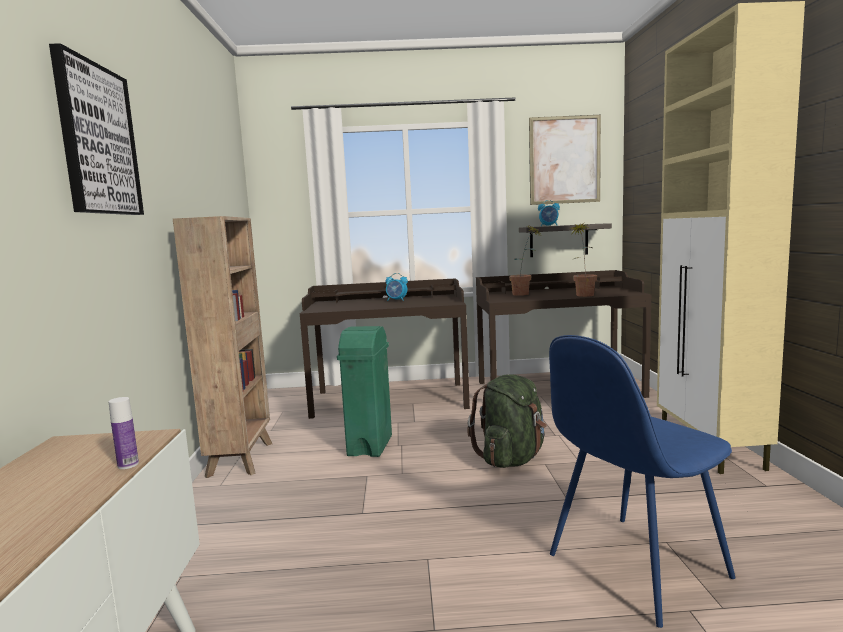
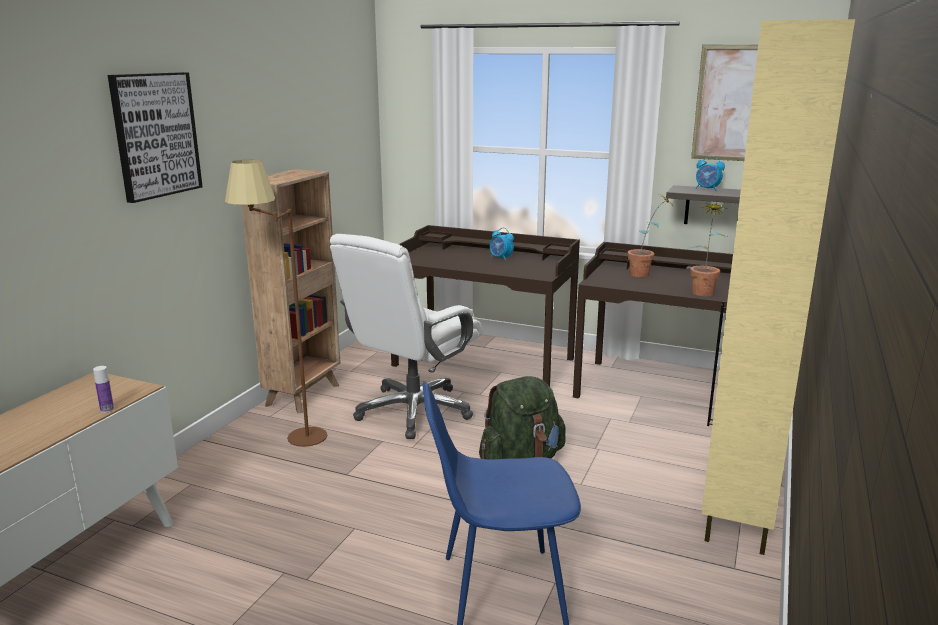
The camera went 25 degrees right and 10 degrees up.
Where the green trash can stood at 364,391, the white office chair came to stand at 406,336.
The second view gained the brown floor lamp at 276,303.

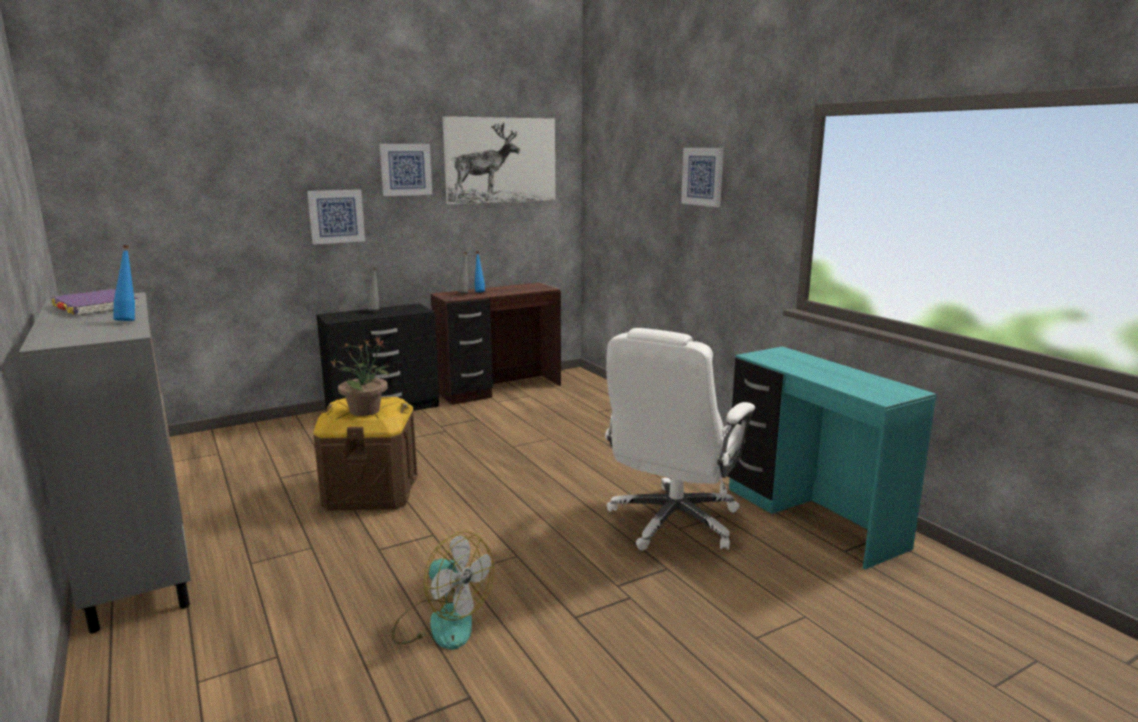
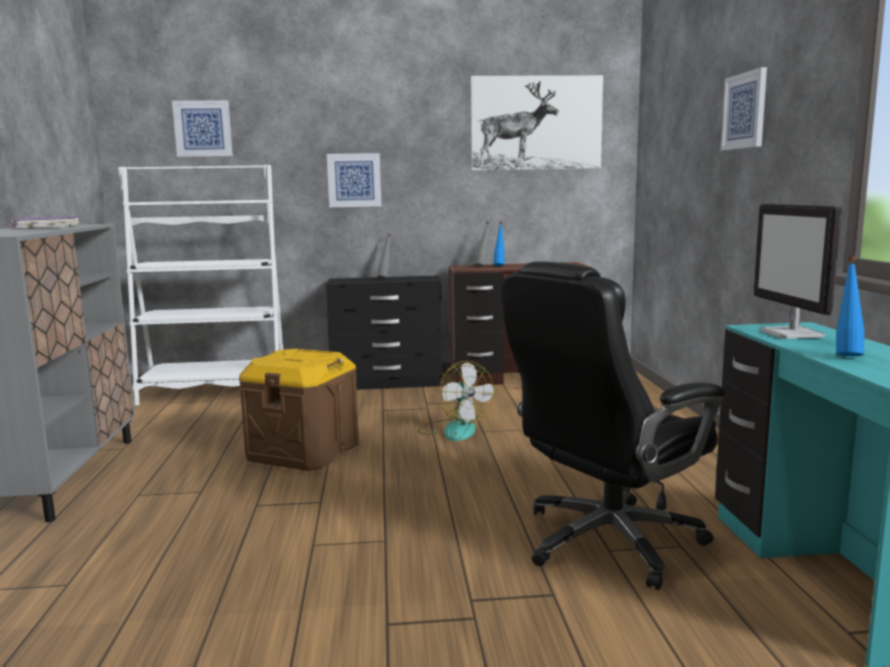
The camera went 25 degrees right and 5 degrees down.
The picture ended up elsewhere, having gone from 406,170 to 202,128.
The blue bottle ended up elsewhere, having gone from 124,283 to 850,306.
What was the white office chair at 680,439 turned into the black office chair at 614,425.
The second view lost the potted plant at 360,376.
The fan ended up elsewhere, having gone from 443,590 to 456,401.
The second view gained the white bookcase at 200,285.
The second view gained the monitor at 798,271.

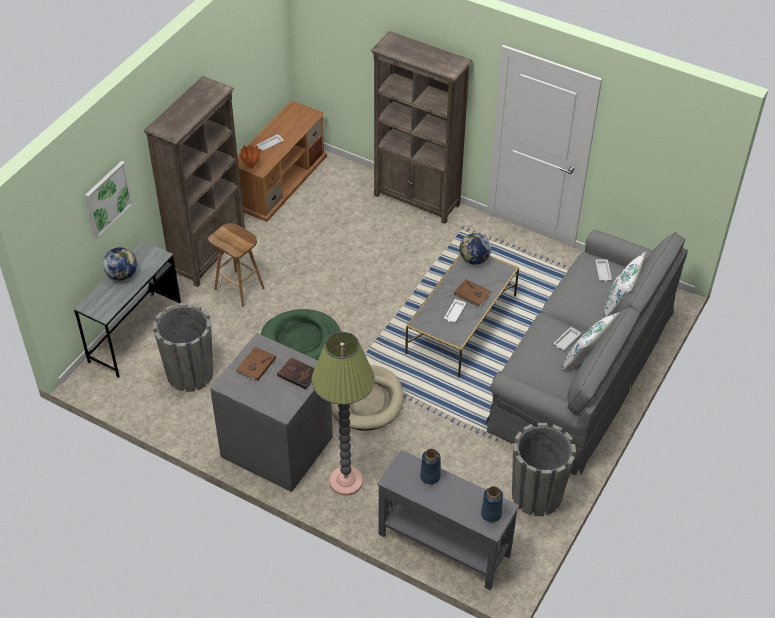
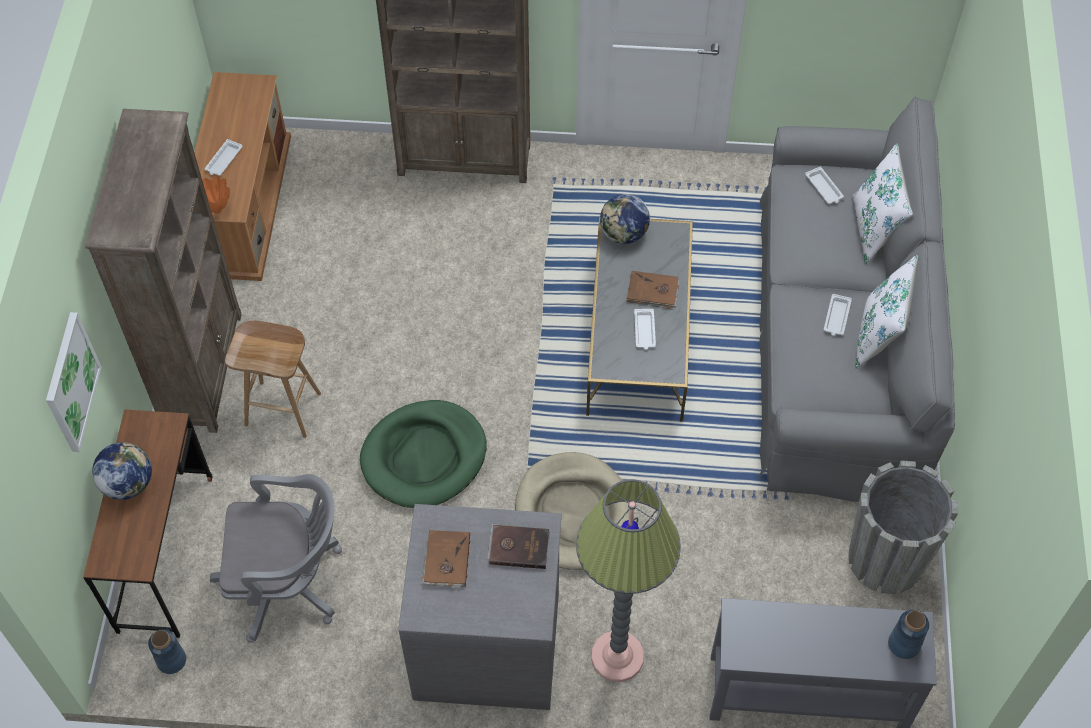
The camera went 25 degrees left and 10 degrees up.
What was the grey desk at 127,308 turned into the brown desk at 147,523.
Where the grey planter stood at 183,347, the grey office chair came to stand at 276,558.
The blue vase ended up elsewhere, having gone from 430,466 to 167,651.

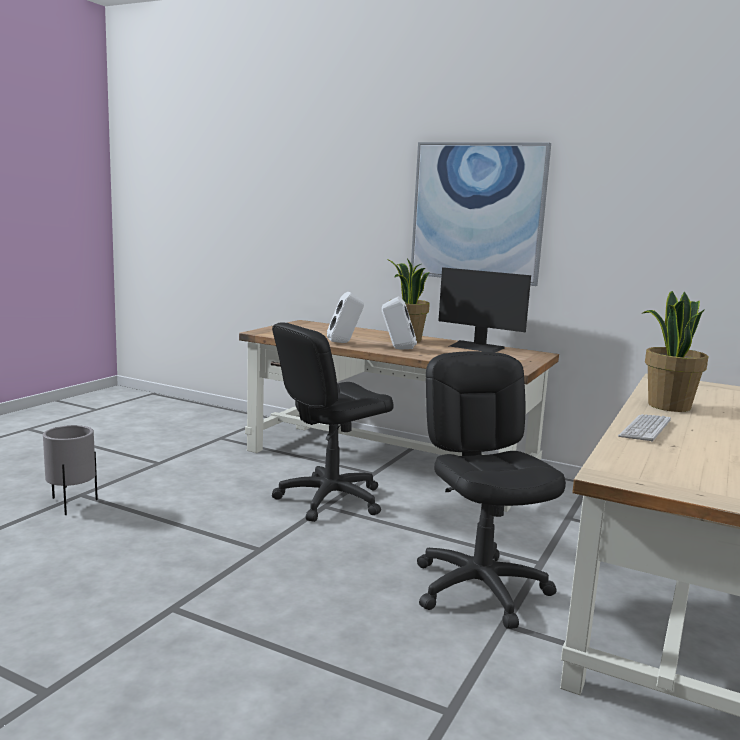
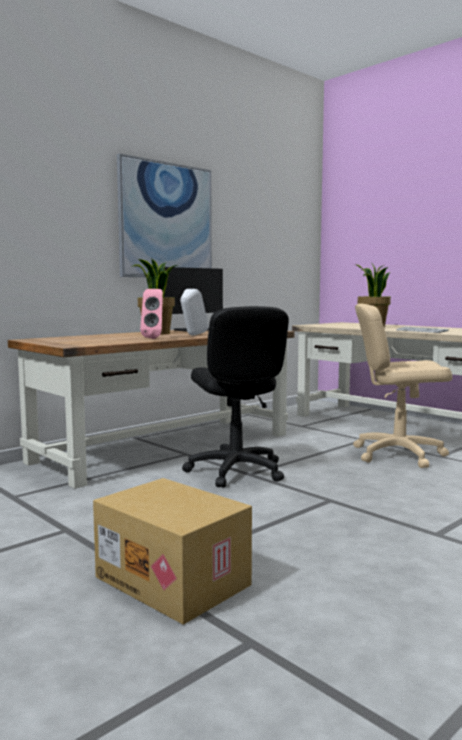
The camera went 70 degrees left and 5 degrees down.
What was the white speaker at 345,317 turned into the pink speaker at 151,314.
What was the black office chair at 491,490 turned into the beige office chair at 402,385.
Where the grey planter stood at 70,470, the cardboard box came to stand at 172,551.

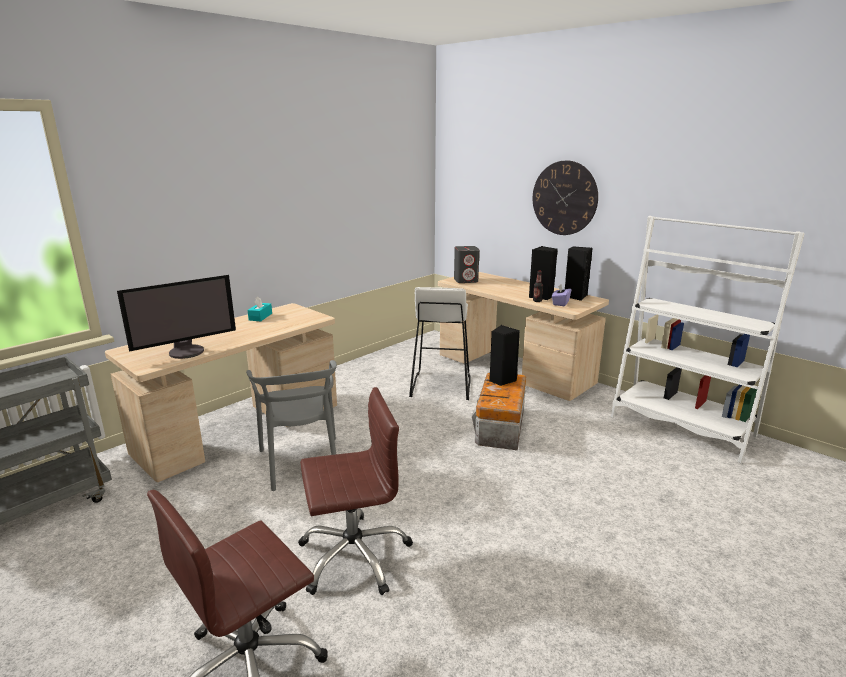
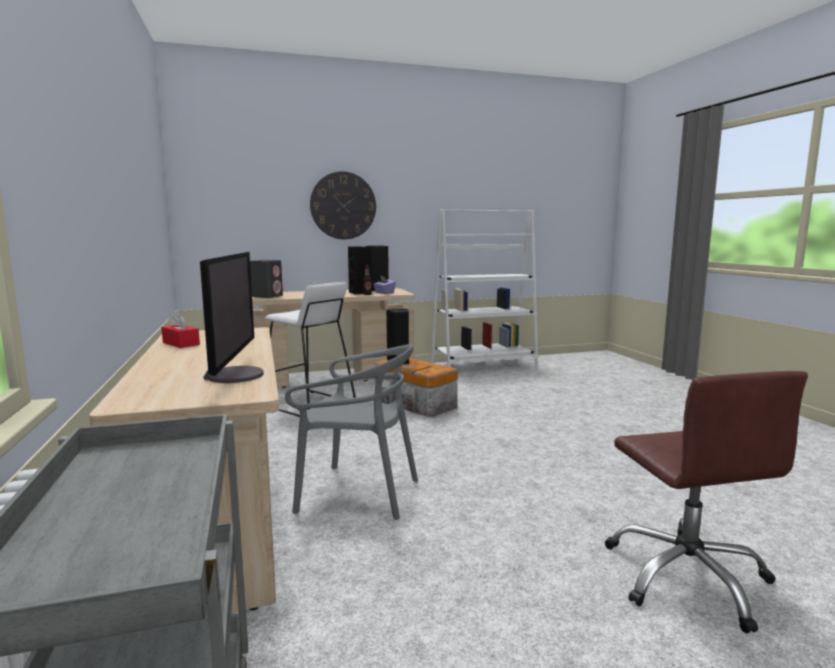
The camera went 60 degrees left and 10 degrees down.
What was the turquoise tissue box at 259,308 turned into the red tissue box at 180,330.
The second view lost the brown office chair at 355,491.

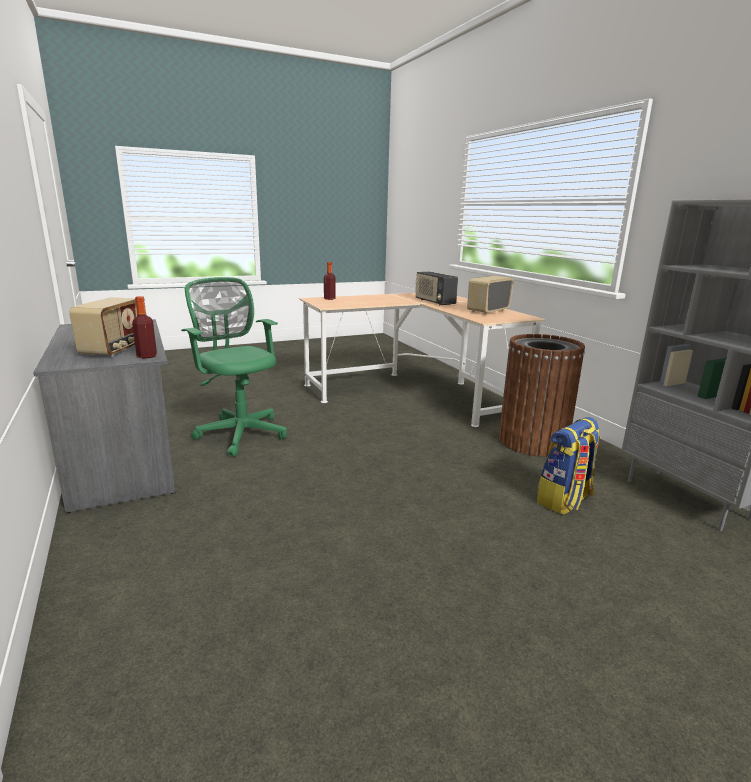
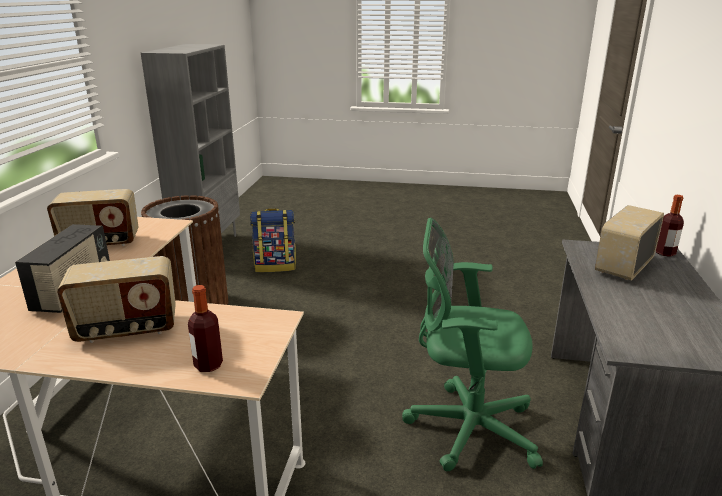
The camera went 145 degrees left and 5 degrees up.
The green office chair at 234,367 ended up facing another way, 105 degrees clockwise from before.
The bottle ended up elsewhere, having gone from 144,327 to 670,226.
The second view gained the radio at 116,299.

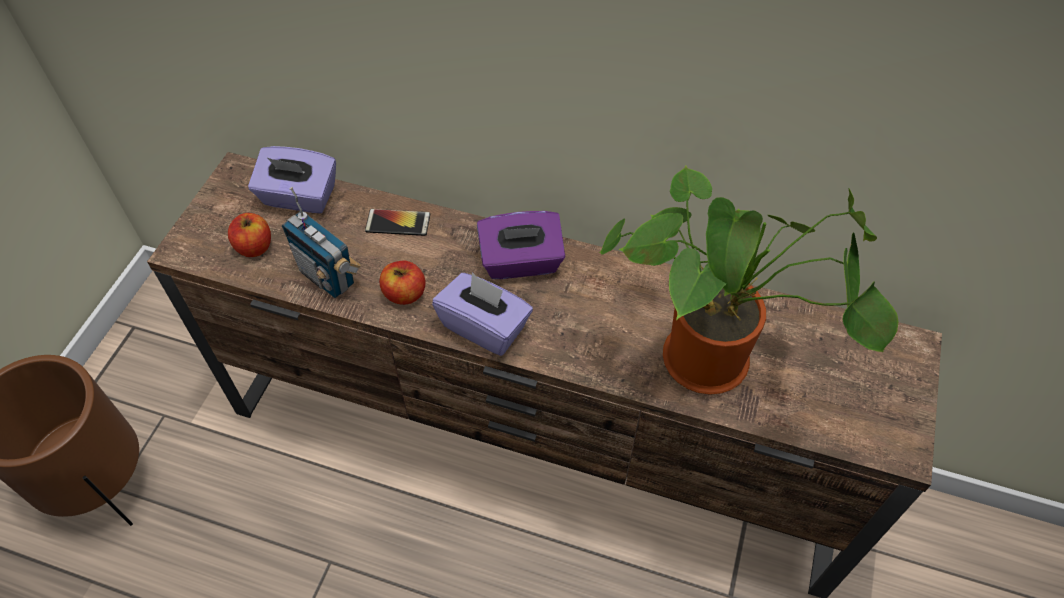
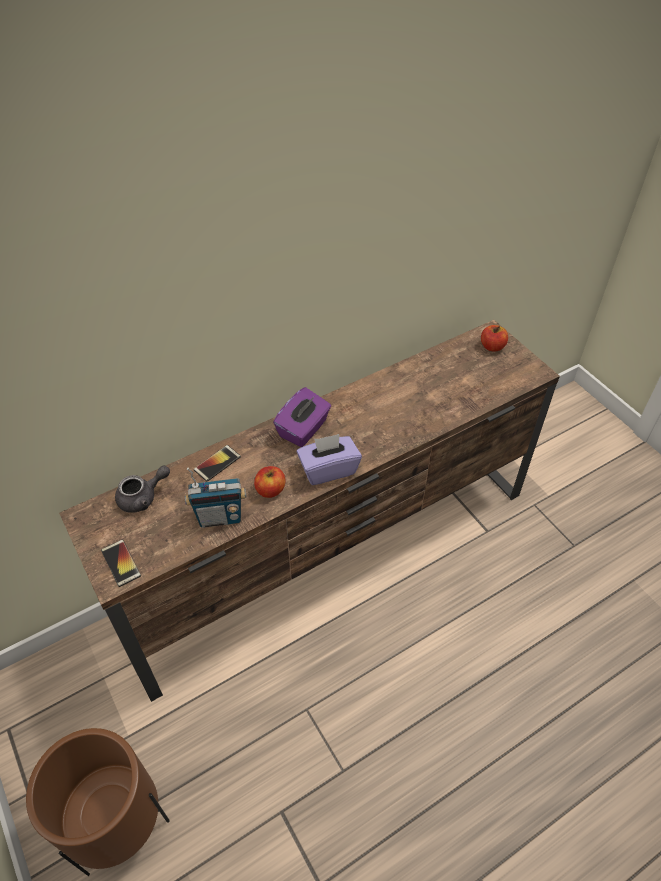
The camera went 50 degrees left and 5 degrees down.
Where the purple tissue box stood at 292,179, the grey teapot came to stand at 142,489.
The second view lost the potted plant at 749,280.
The apple ended up elsewhere, having gone from 249,235 to 494,338.
The second view gained the phone at 121,563.

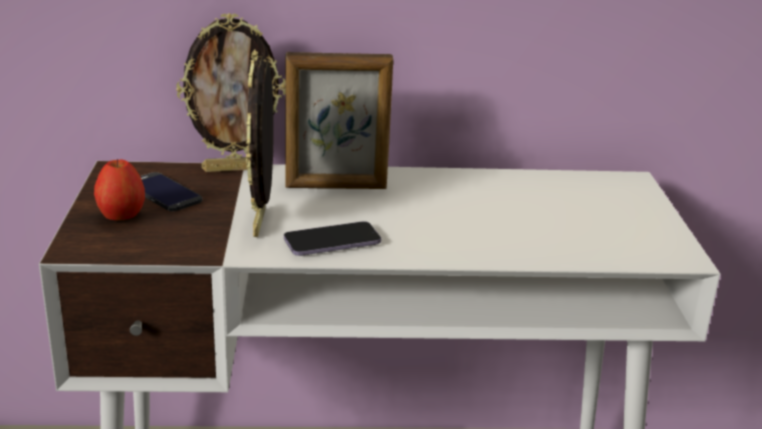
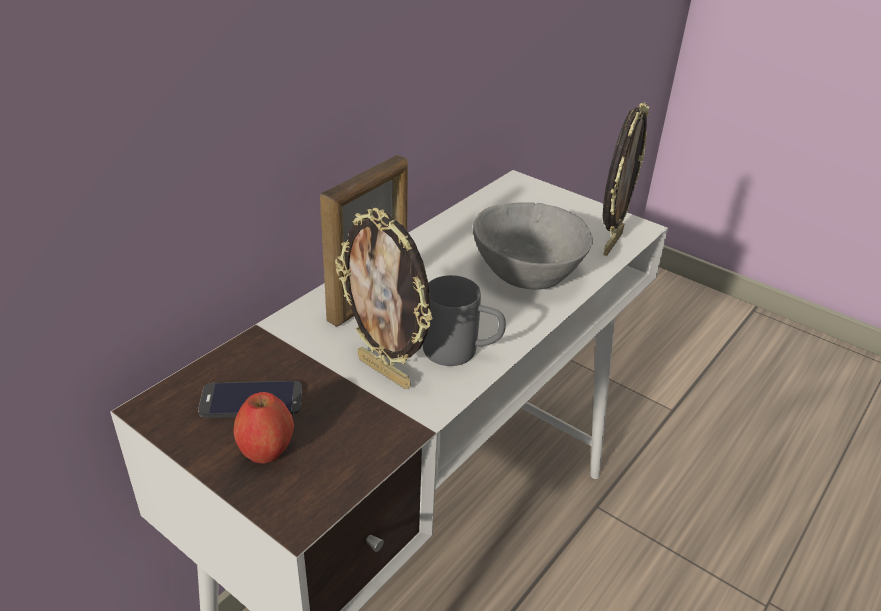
The camera went 50 degrees left and 10 degrees up.
The picture frame ended up elsewhere, having gone from 231,92 to 626,179.
Where the phone stood at 332,238, the grey mug came to stand at 464,320.
The second view gained the grey bowl at 533,246.

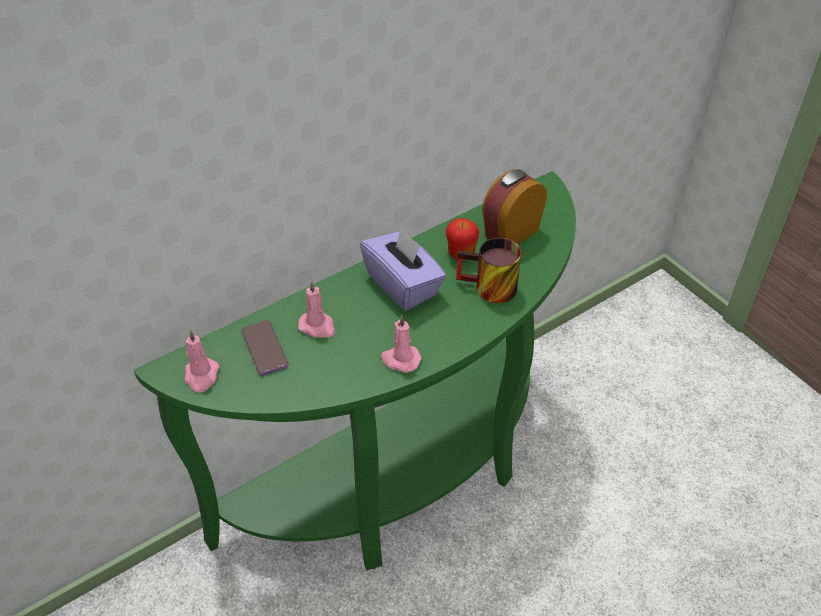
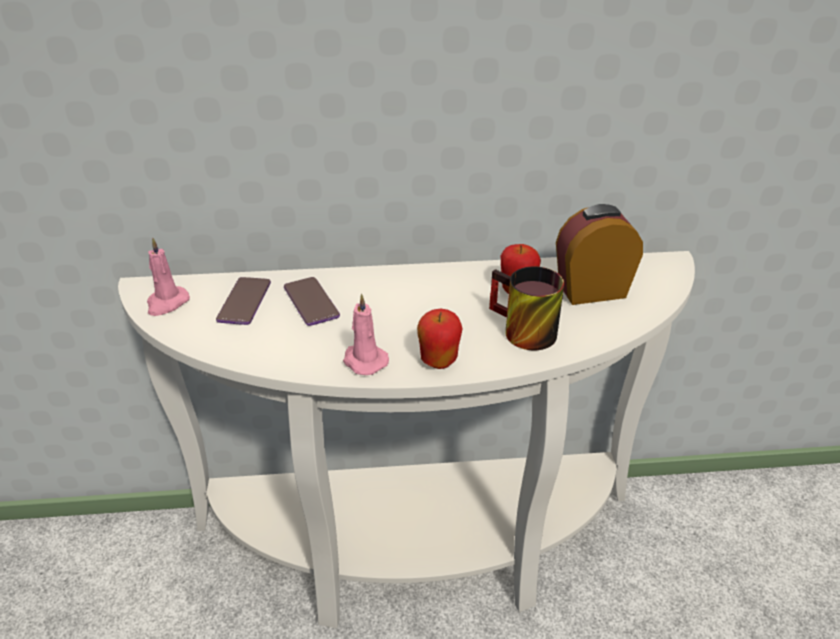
The camera went 30 degrees right and 10 degrees down.
What was the green console table at 355,370 turned into the white console table at 406,439.
The second view lost the purple tissue box at 403,269.
Where the pink candle stood at 316,309, the phone came to stand at 312,301.
The second view gained the apple at 440,338.

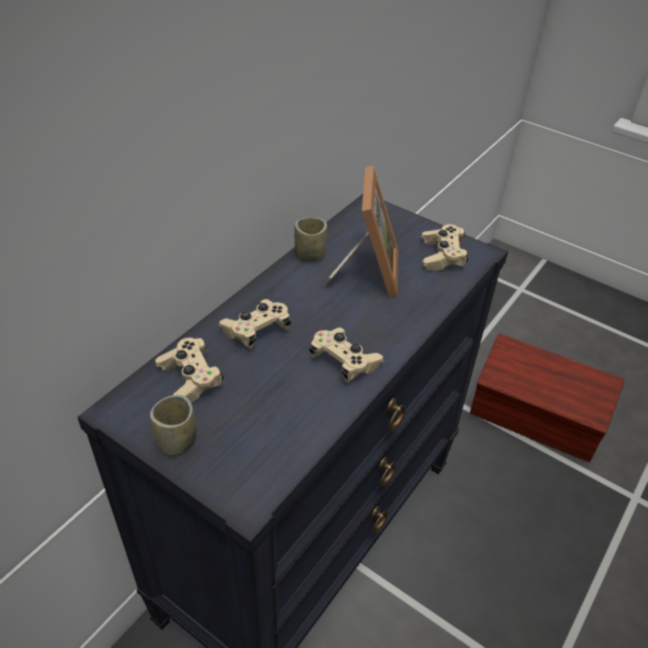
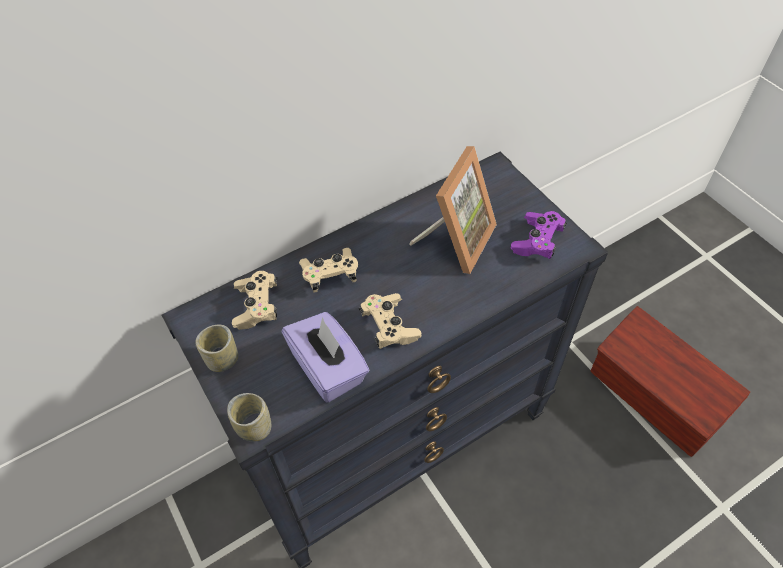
The camera went 25 degrees right and 10 degrees up.
The cup ended up elsewhere, having gone from 310,240 to 249,417.
What was the beige game controller at 444,247 turned into the purple game controller at 539,235.
The second view gained the purple tissue box at 326,357.

